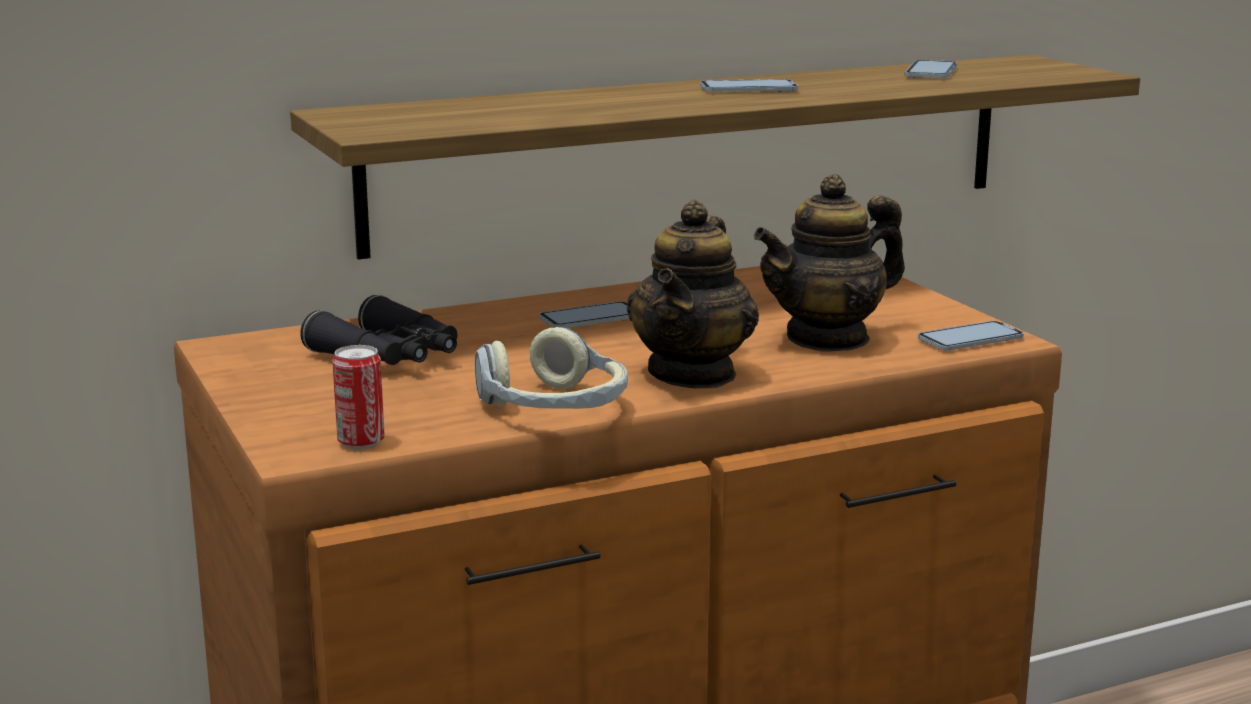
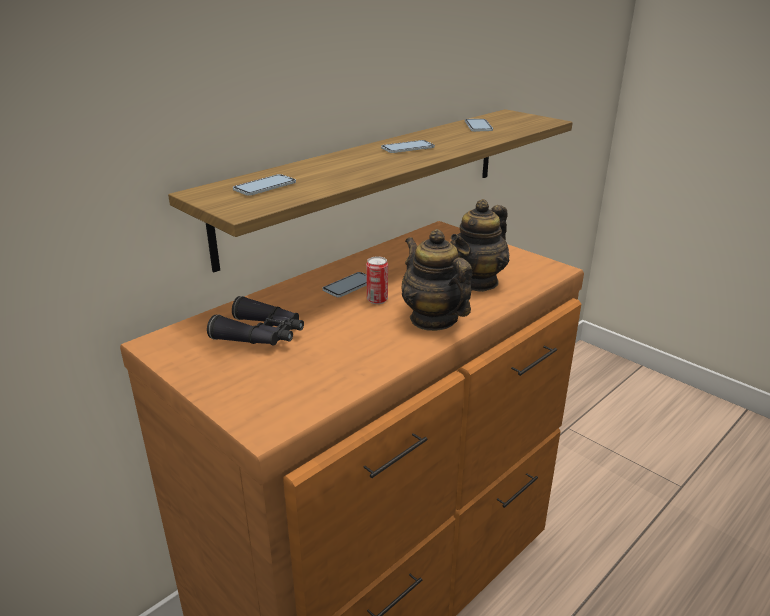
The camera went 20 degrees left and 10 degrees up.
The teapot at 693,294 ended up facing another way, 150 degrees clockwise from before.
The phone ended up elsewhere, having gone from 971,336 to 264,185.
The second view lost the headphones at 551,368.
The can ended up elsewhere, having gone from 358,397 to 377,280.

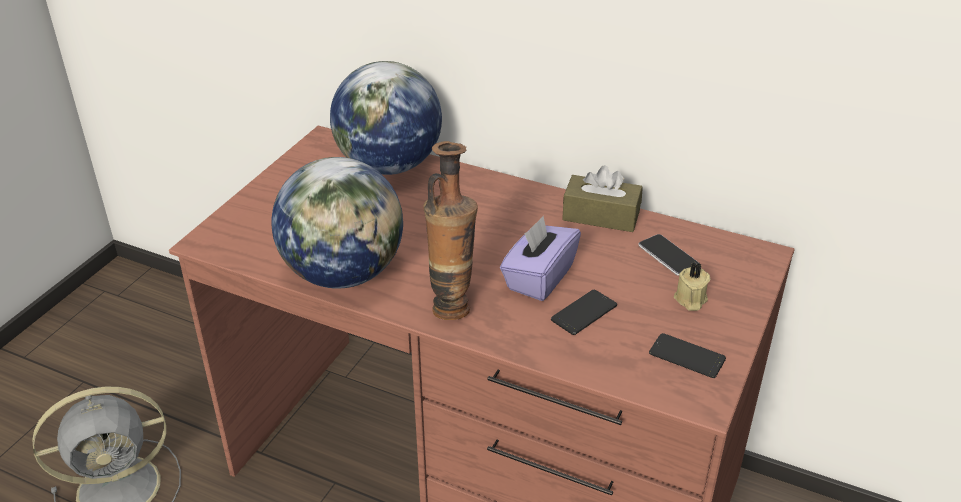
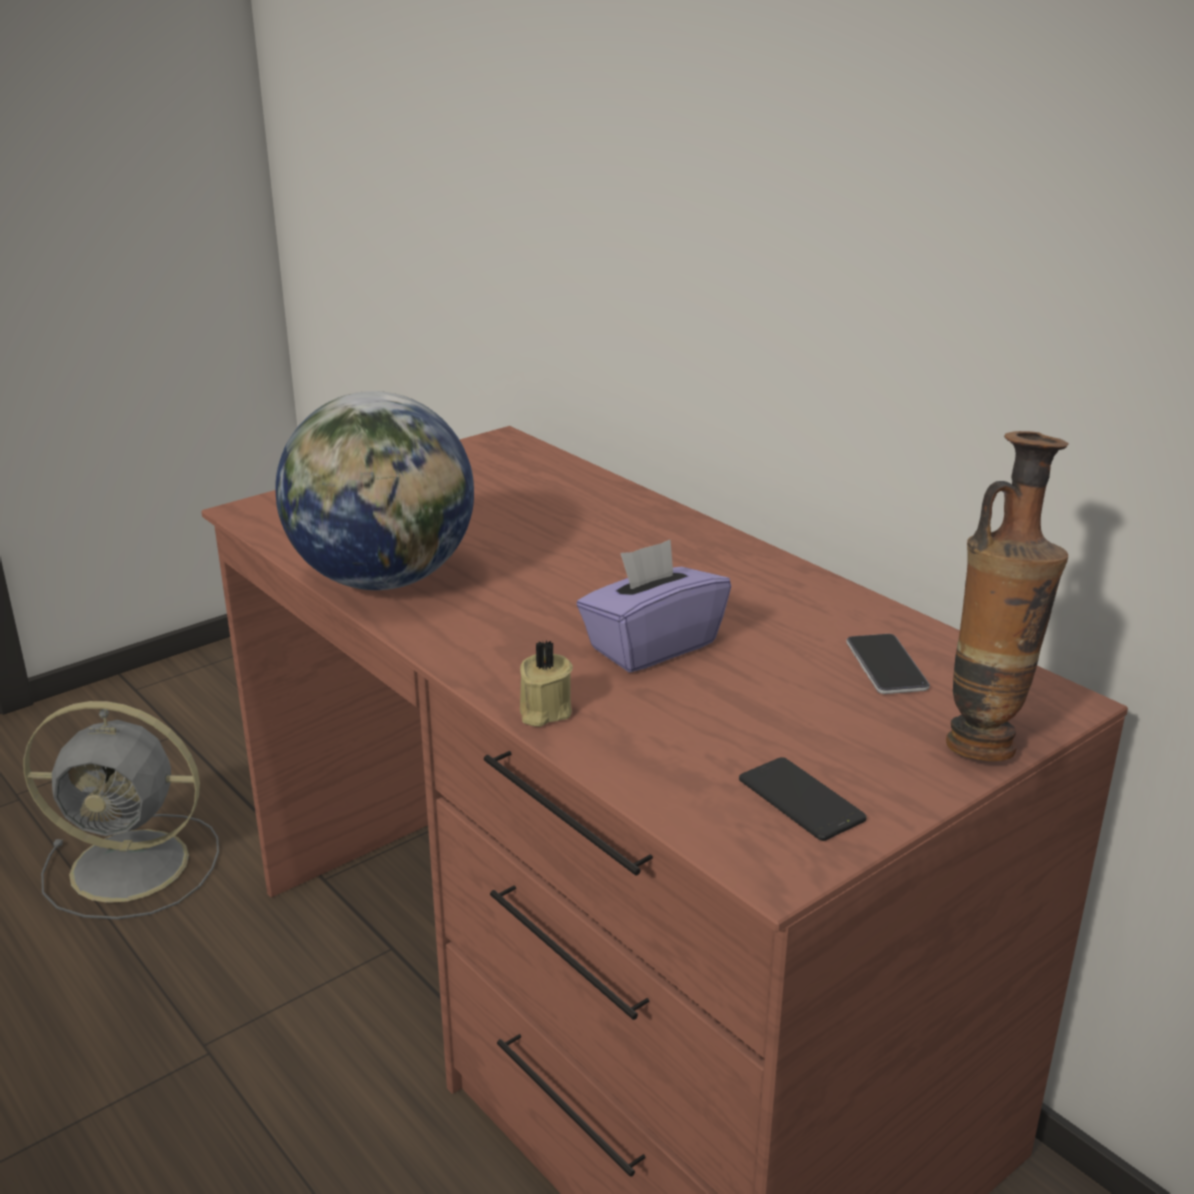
The camera went 25 degrees right and 10 degrees down.
The second view lost the globe at 386,118.
The vase ended up elsewhere, having gone from 450,230 to 1007,596.
The second view lost the brown tissue box at 602,198.
The beige candle ended up elsewhere, having gone from 692,286 to 546,684.
The second view lost the phone at 584,312.

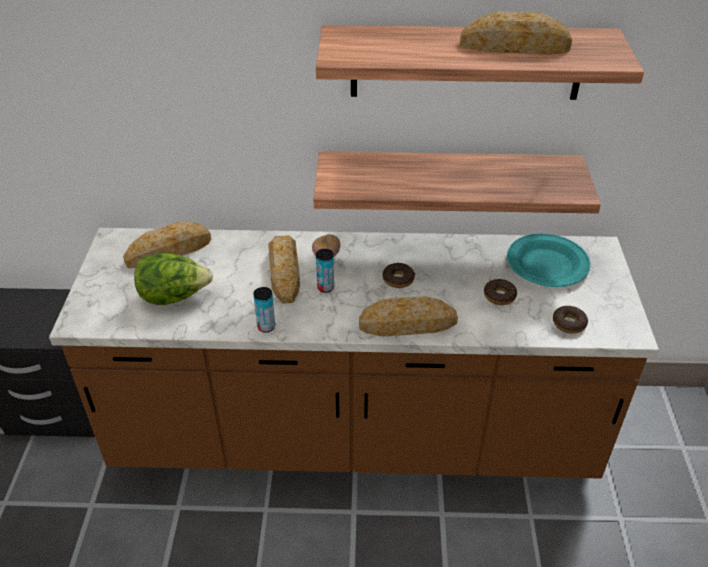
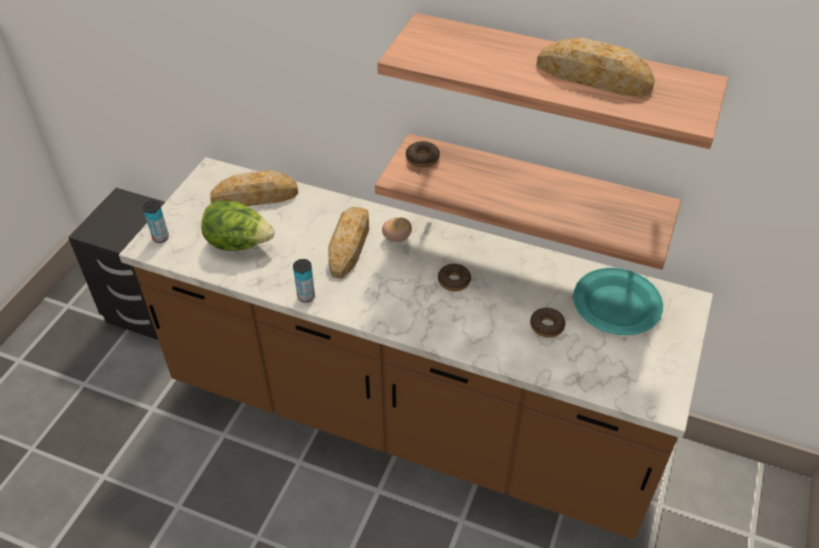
The camera went 20 degrees right and 5 degrees up.
The can ended up elsewhere, having gone from 325,271 to 156,222.
The second view lost the bread at 408,316.
The donut ended up elsewhere, having gone from 570,320 to 423,154.

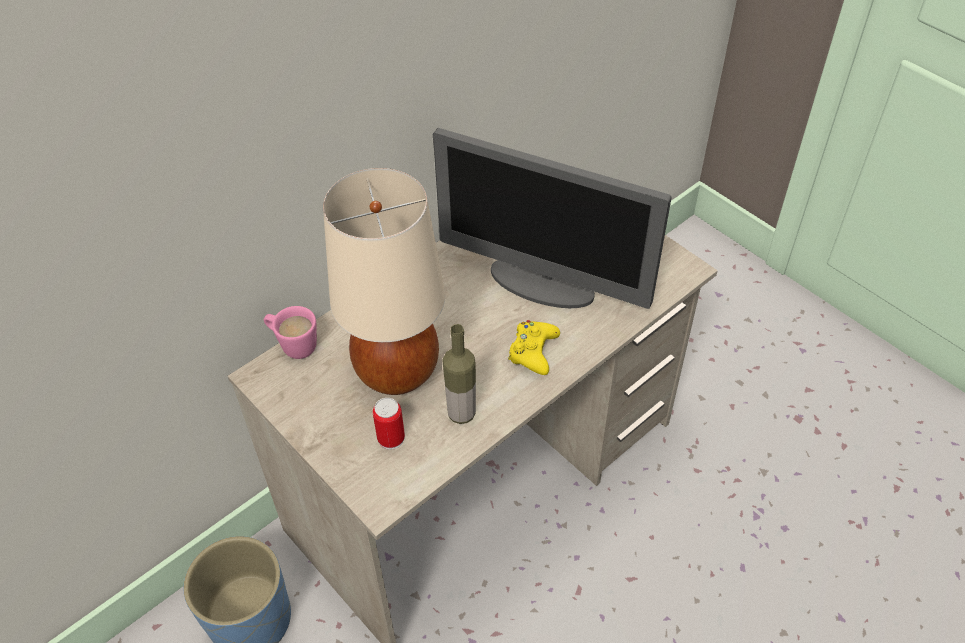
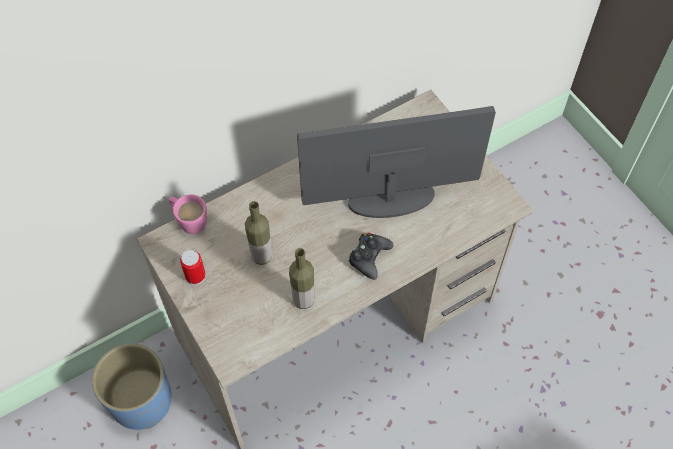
The camera went 10 degrees right and 10 degrees up.
The monitor at 552,218 ended up facing another way, 135 degrees clockwise from before.
Where the beige table lamp stood at 384,281, the bottle came to stand at 258,233.
What was the yellow game controller at 534,347 turned into the black game controller at 371,256.
The can ended up elsewhere, having gone from 389,424 to 193,267.

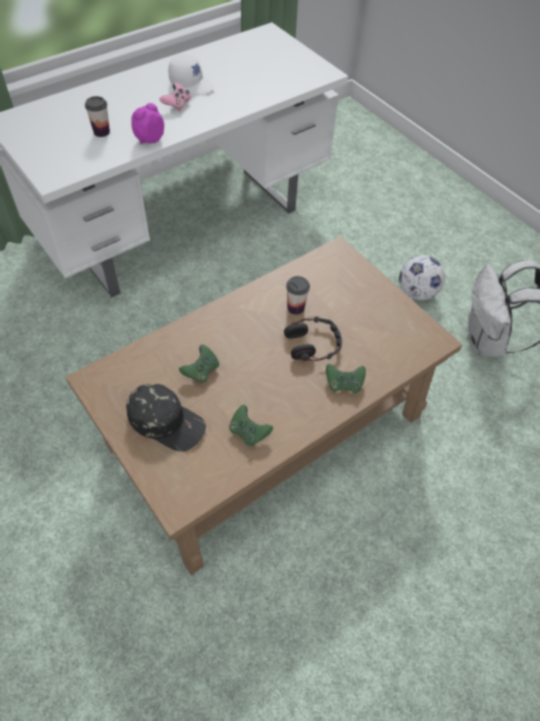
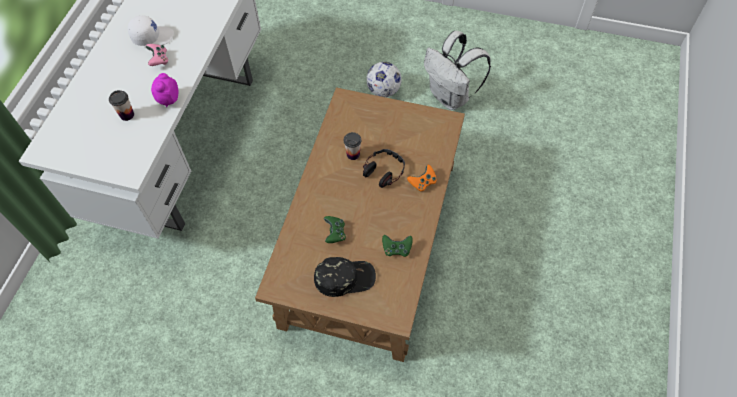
The camera went 35 degrees left and 5 degrees up.
What was the green game controller at 346,378 turned into the orange game controller at 422,178.

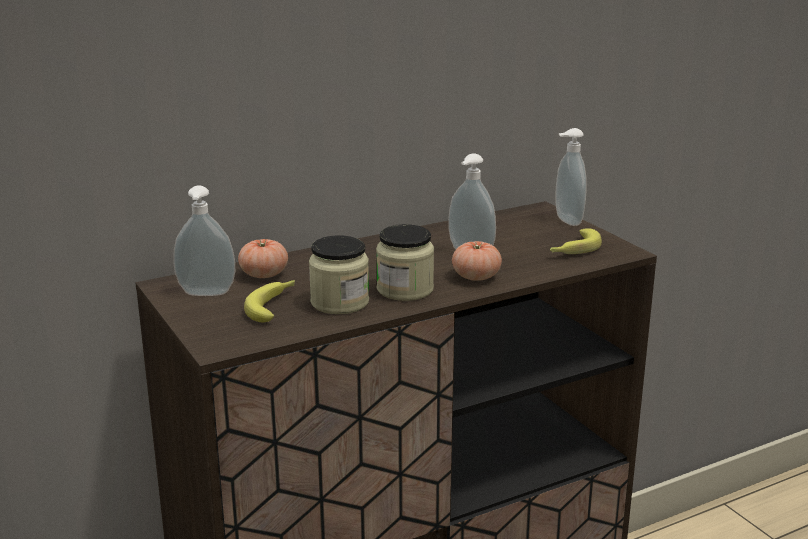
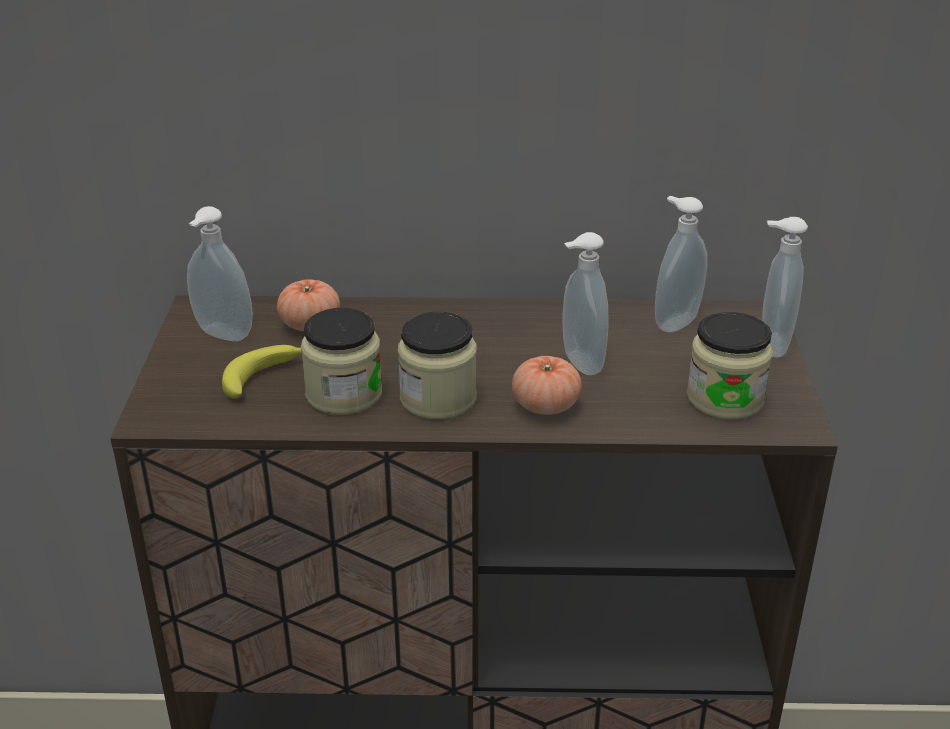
The camera went 30 degrees right and 10 degrees up.
Where the banana stood at 576,241, the jar came to stand at 730,365.
The second view gained the soap dispenser at 681,264.

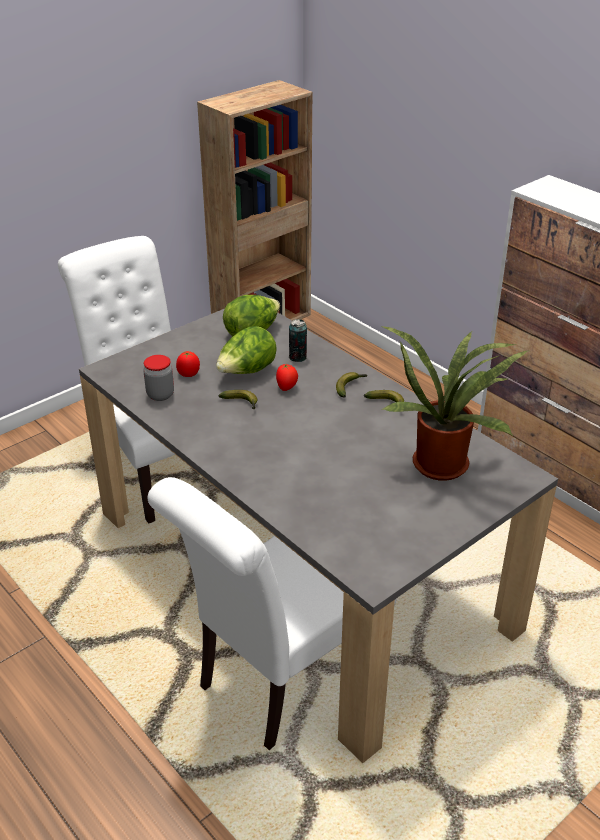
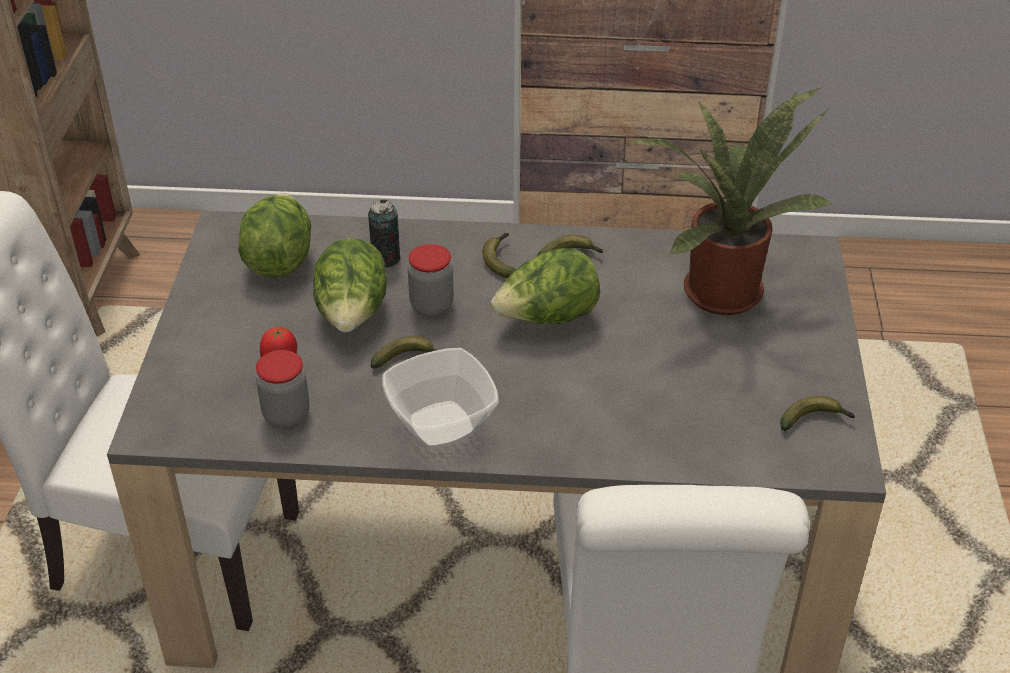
The camera went 45 degrees left and 5 degrees up.
Where the tomato stood at 287,377, the jar came to stand at 431,280.
The second view gained the lettuce at 545,286.
The second view gained the bowl at 440,398.
The second view gained the banana at 817,413.

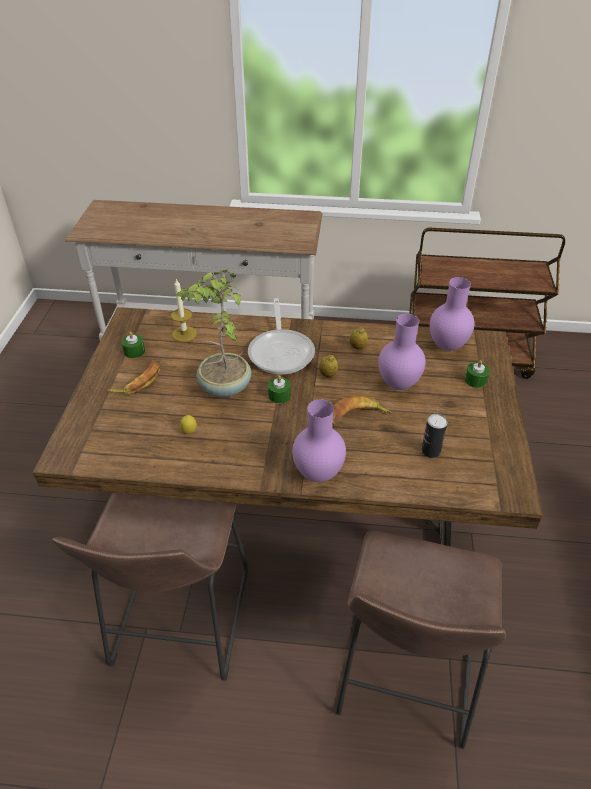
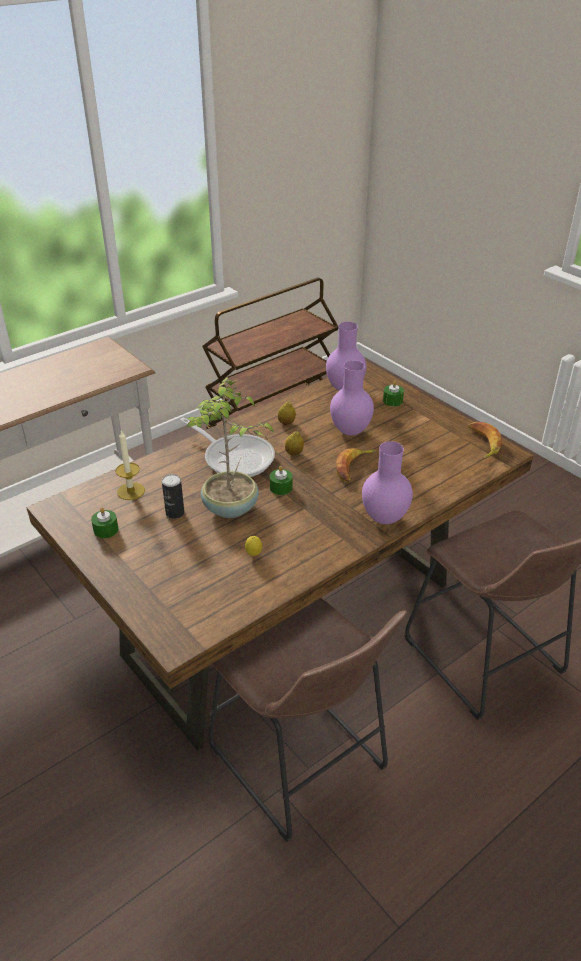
The camera went 45 degrees left and 5 degrees down.
The banana ended up elsewhere, having gone from 133,377 to 485,440.
The can ended up elsewhere, having gone from 434,436 to 173,496.

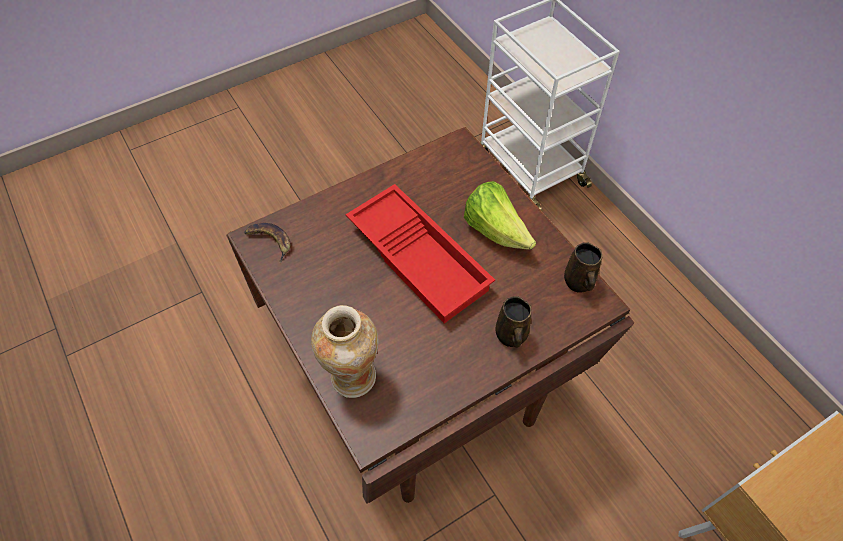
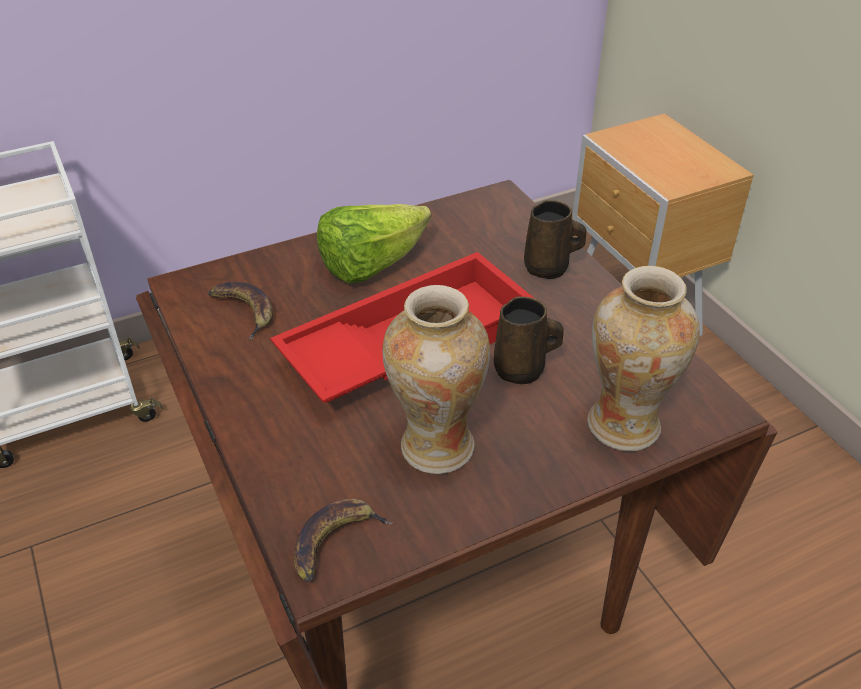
The camera went 85 degrees left and 15 degrees down.
The brown mug ended up elsewhere, having gone from 583,267 to 529,340.
The second view gained the banana at 240,311.
The second view gained the vase at 436,379.

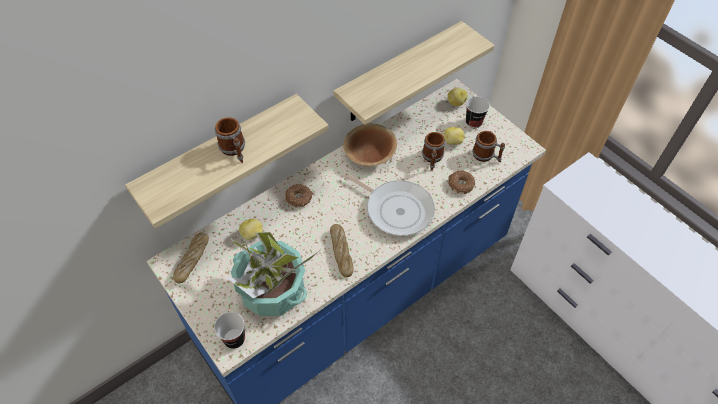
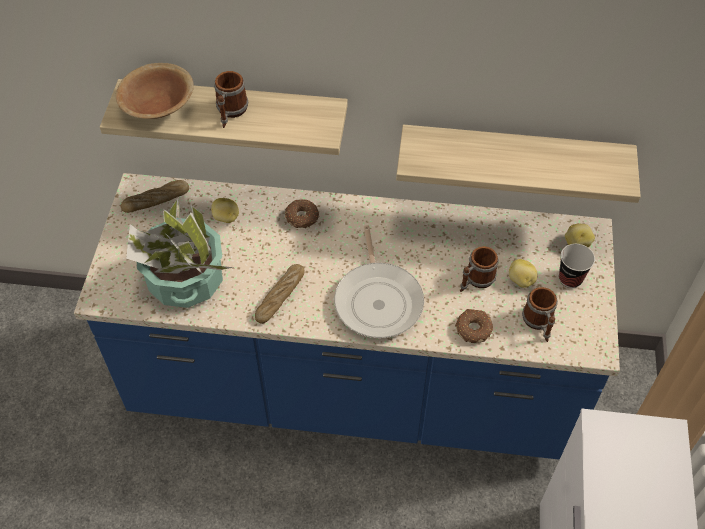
The camera went 45 degrees right and 0 degrees up.
The brown bowl ended up elsewhere, having gone from 370,145 to 155,91.
The second view lost the cup at 229,330.

